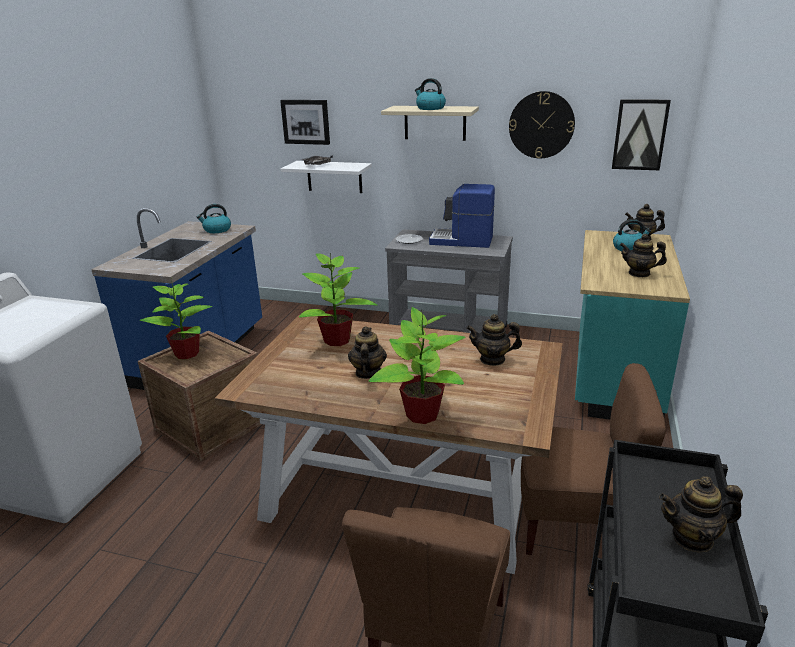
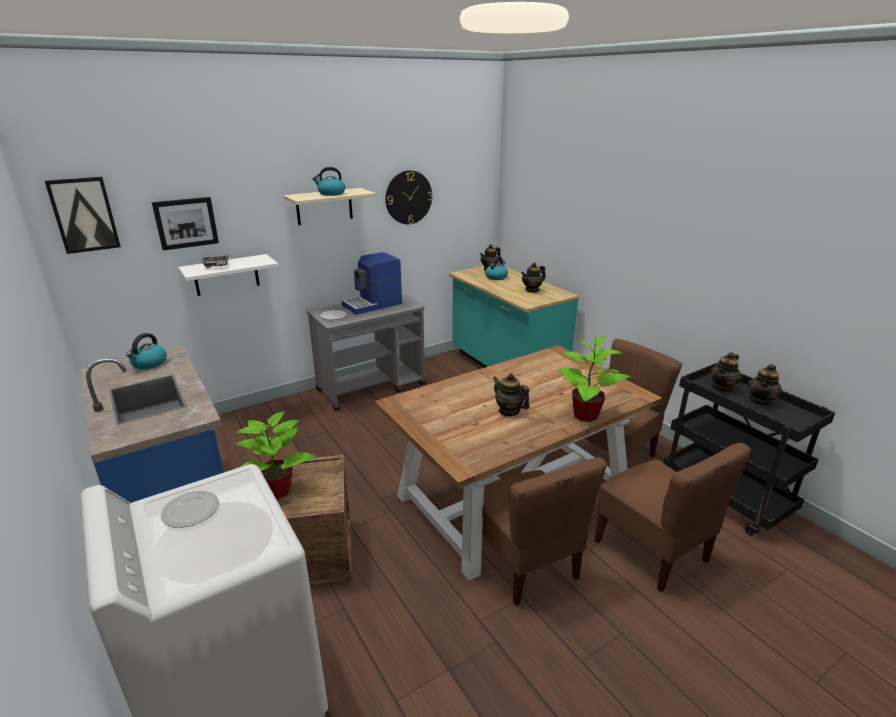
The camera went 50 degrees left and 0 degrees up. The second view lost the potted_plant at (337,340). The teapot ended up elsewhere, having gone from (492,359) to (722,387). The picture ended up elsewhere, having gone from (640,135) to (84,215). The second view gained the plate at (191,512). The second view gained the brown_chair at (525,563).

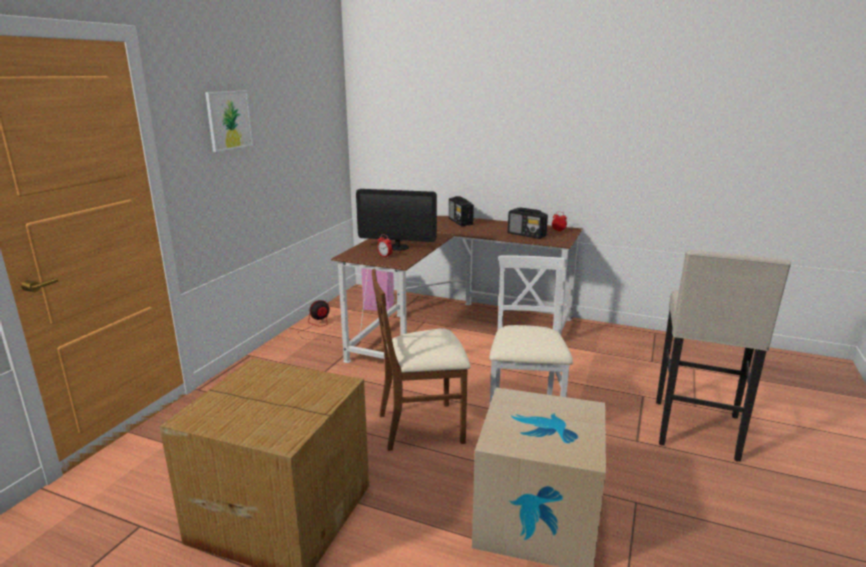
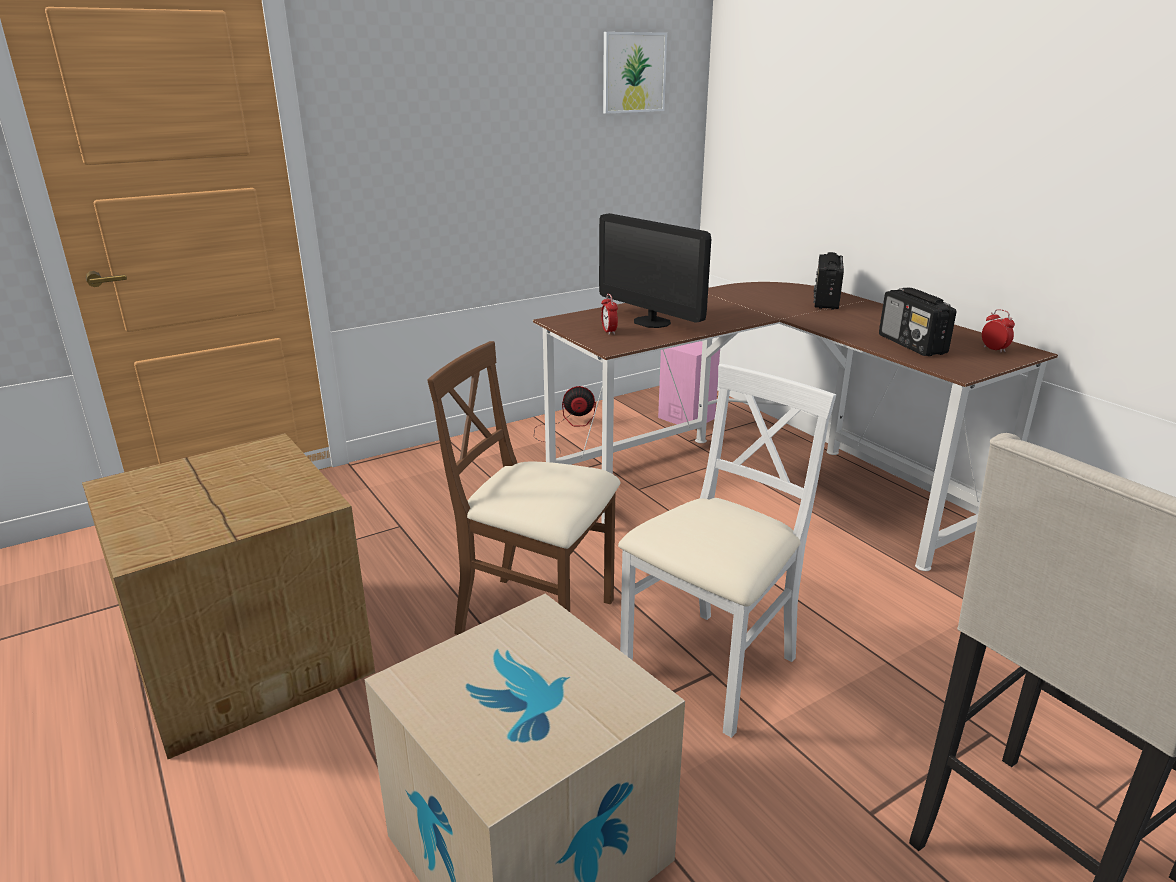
The camera went 35 degrees right and 5 degrees up. The picture ended up elsewhere, having gone from (229,120) to (633,72).

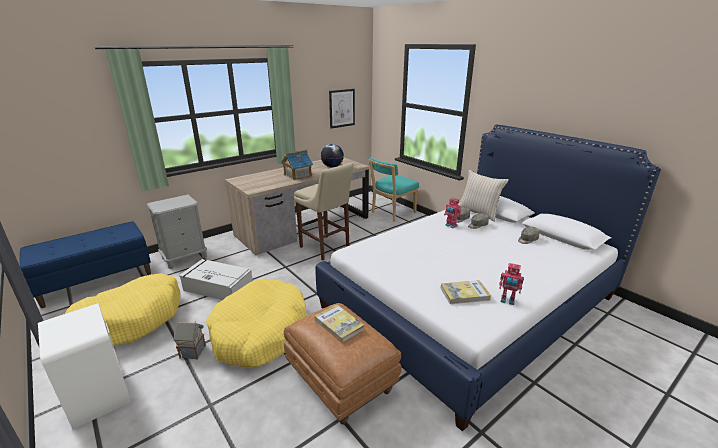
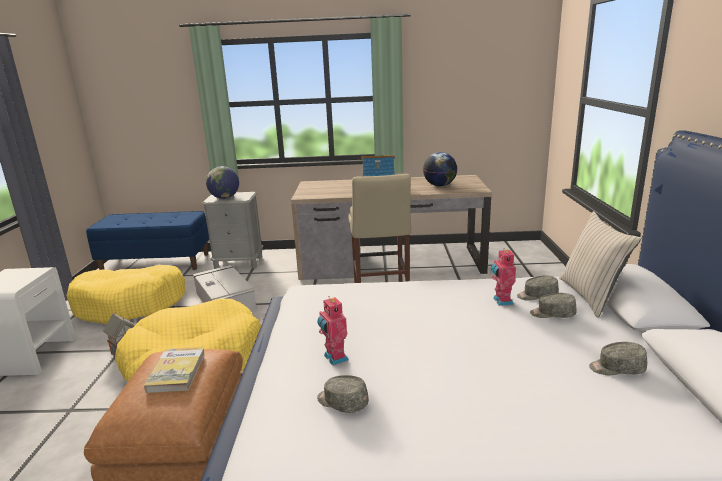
The camera went 40 degrees right and 5 degrees down. The second view lost the picture at (342,108). The second view lost the turquoise_chair at (392,213). Where the book stood at (464,294), the grey_cap came to stand at (342,402). The toy_robot ended up elsewhere, having gone from (507,301) to (334,358). The second view gained the globe at (225,198).

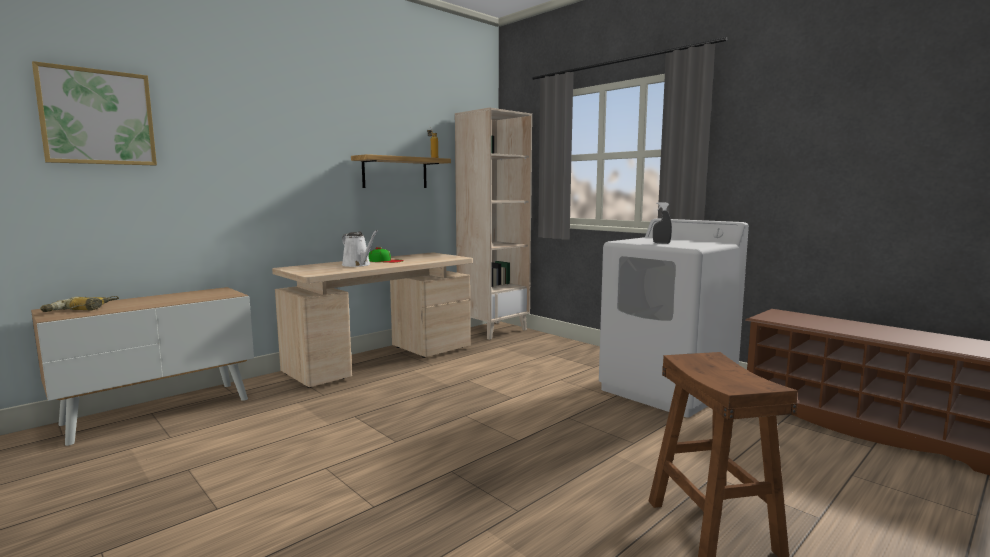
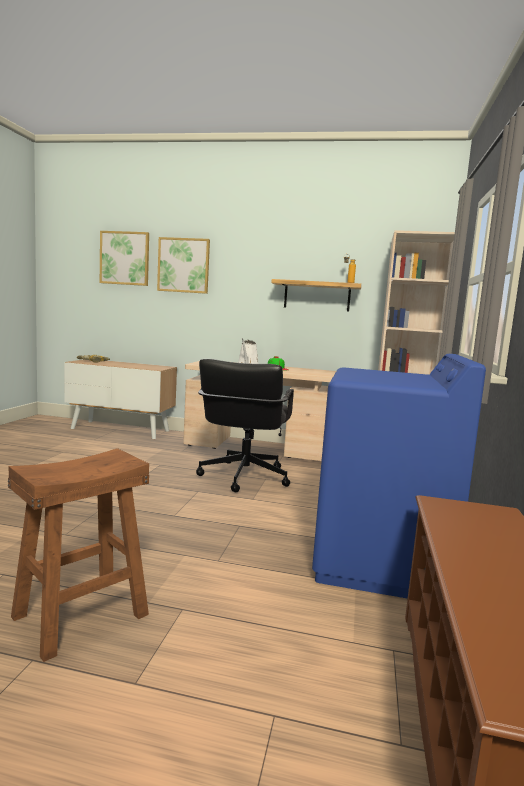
The camera went 55 degrees right and 0 degrees up. What was the white_washing_machine at (667,390) turned into the blue_washing_machine at (379,562). The second view lost the grey_spray_bottle at (661,243). The second view gained the picture at (183,265). The second view gained the black_office_chair at (243,477).

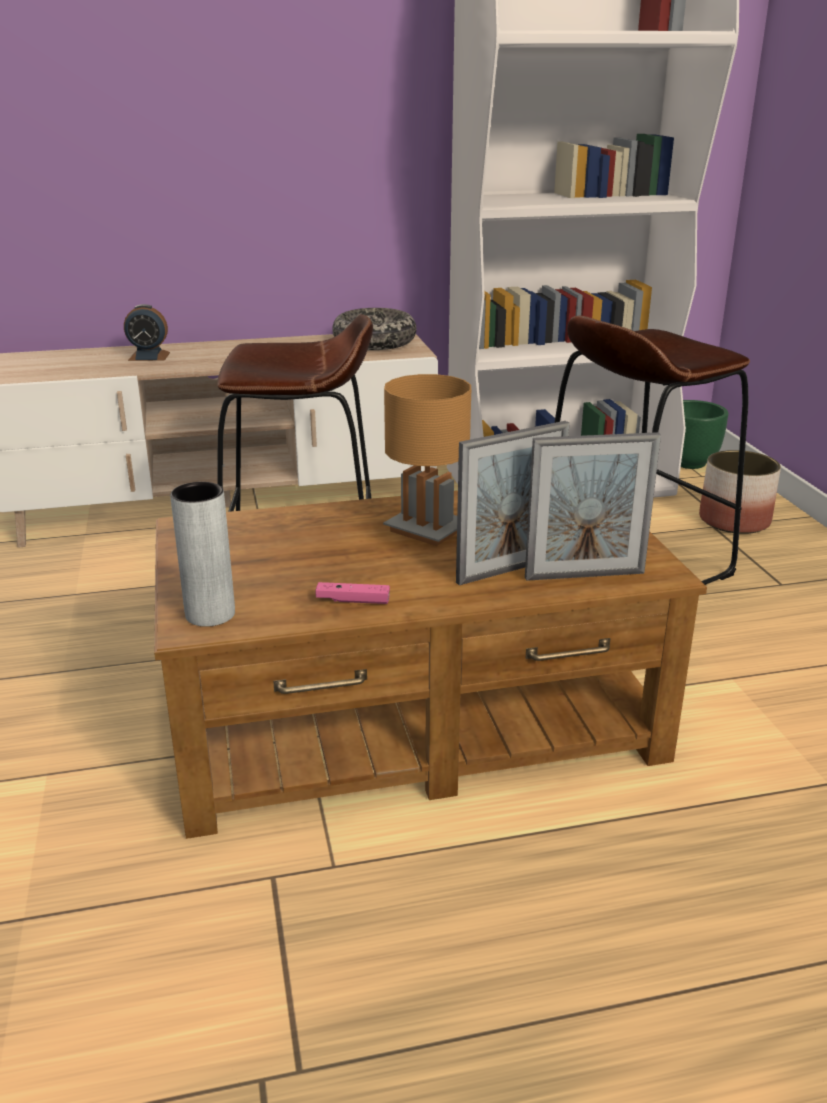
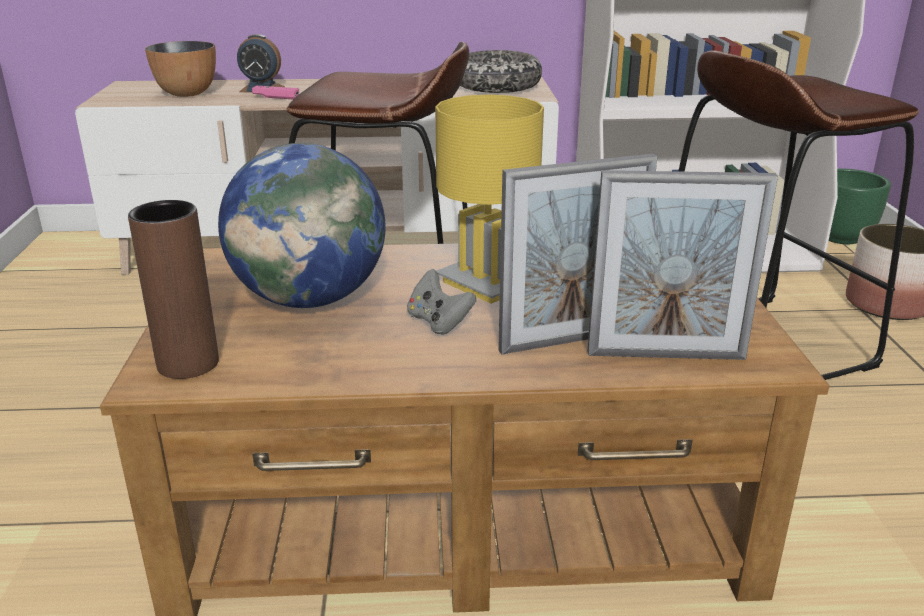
The camera went 10 degrees right and 0 degrees up. What was the grey_vase at (210,614) turned into the brown_vase at (188,364). The pink_game_controller ended up elsewhere, having gone from (353,600) to (276,97). What was the brown_table_lamp at (426,530) turned into the yellow_table_lamp at (486,284). The second view gained the bowl at (187,93). The second view gained the globe at (310,299). The second view gained the grey_game_controller at (438,322).

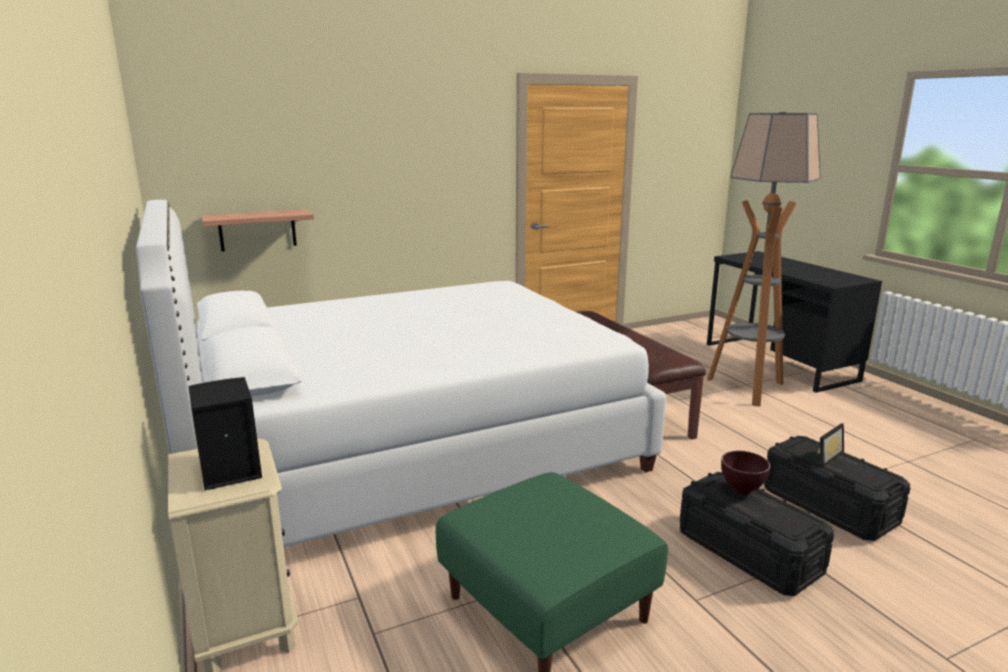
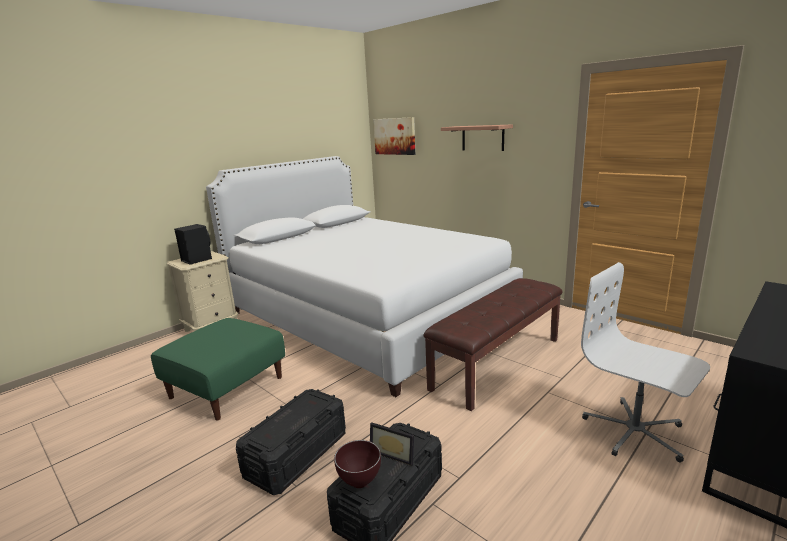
The camera went 70 degrees right and 0 degrees up. The shelf ended up elsewhere, having gone from (257,230) to (482,138). Where the floor_lamp stood at (748,389), the white_office_chair came to stand at (634,432). The brown_bowl ended up elsewhere, having gone from (740,491) to (359,481). The second view gained the picture at (395,136).

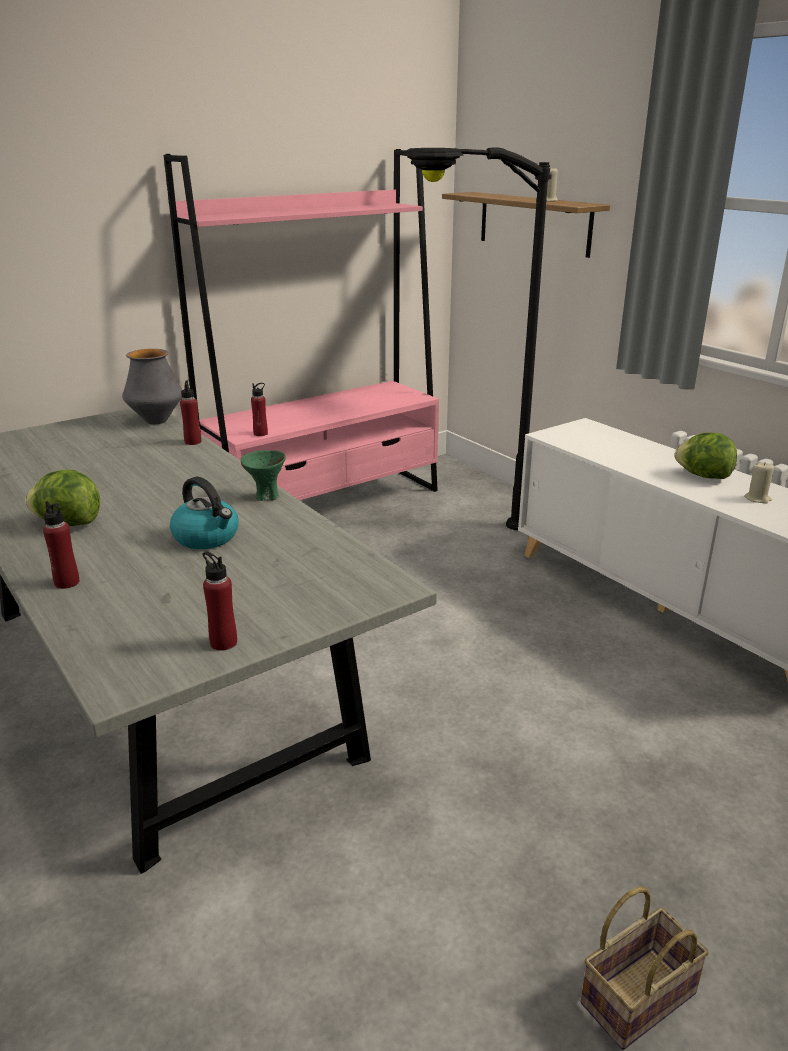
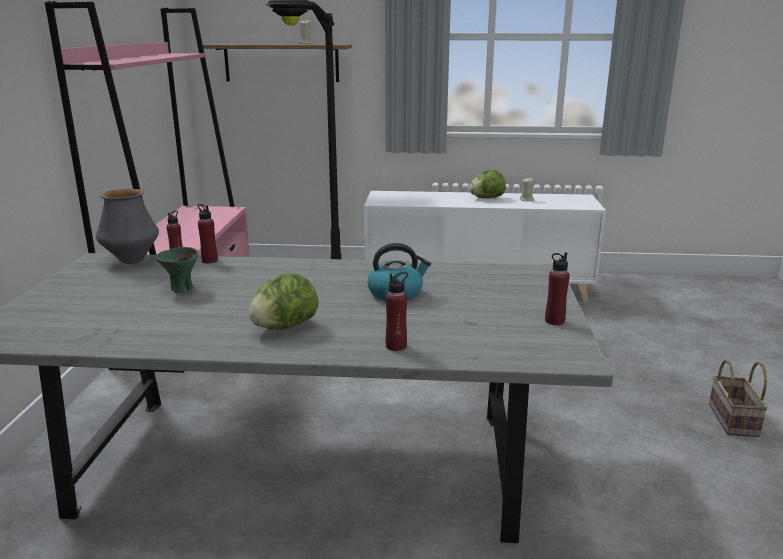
The camera went 50 degrees left and 5 degrees down. The green_bowl ended up elsewhere, having gone from (266,497) to (182,289).

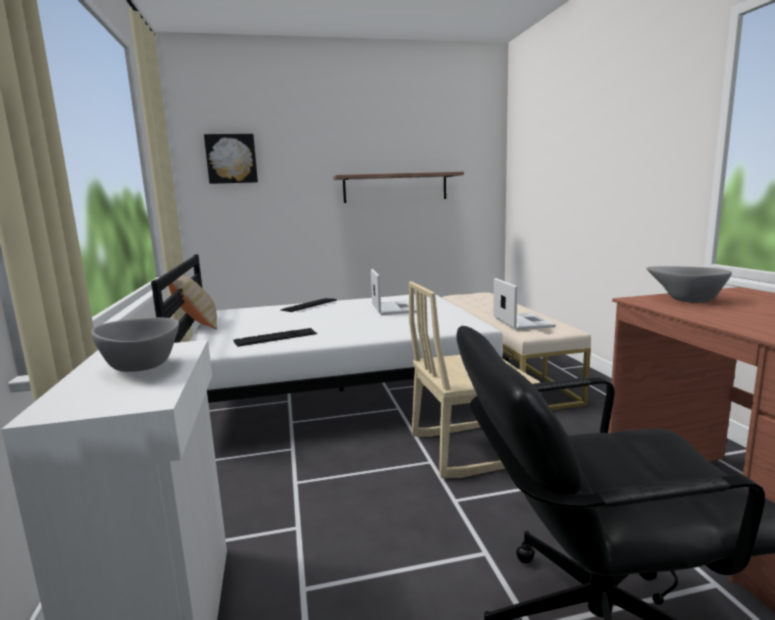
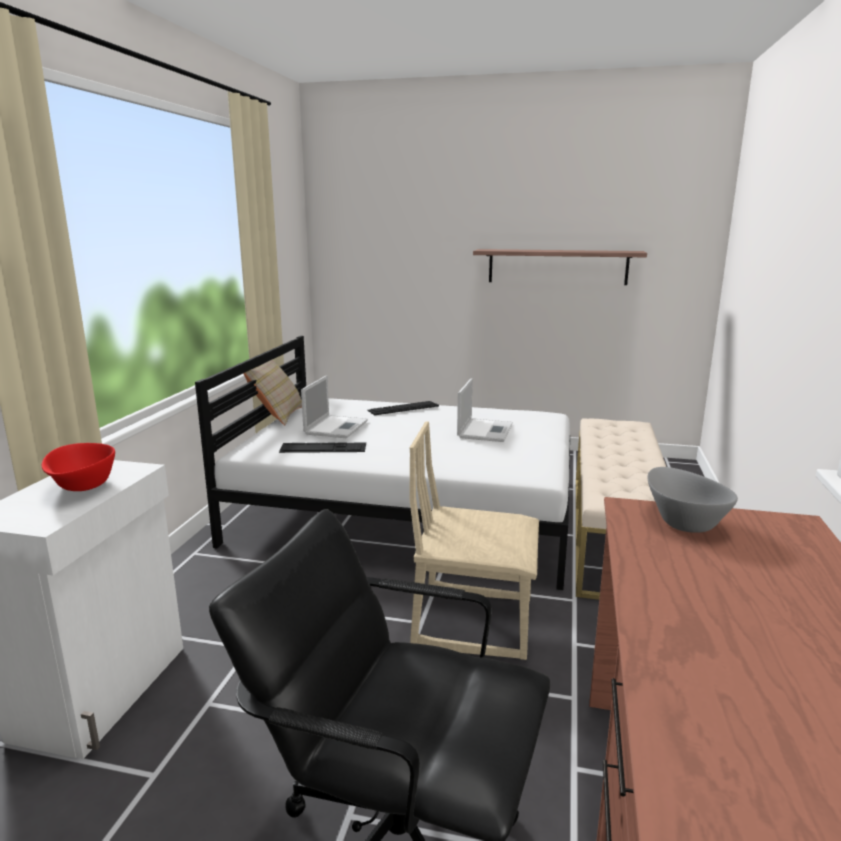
The camera went 25 degrees right and 5 degrees up. What was the grey_bowl at (141,368) turned into the red_bowl at (81,488). The second view lost the picture at (231,159). The laptop ended up elsewhere, having gone from (522,322) to (336,427).

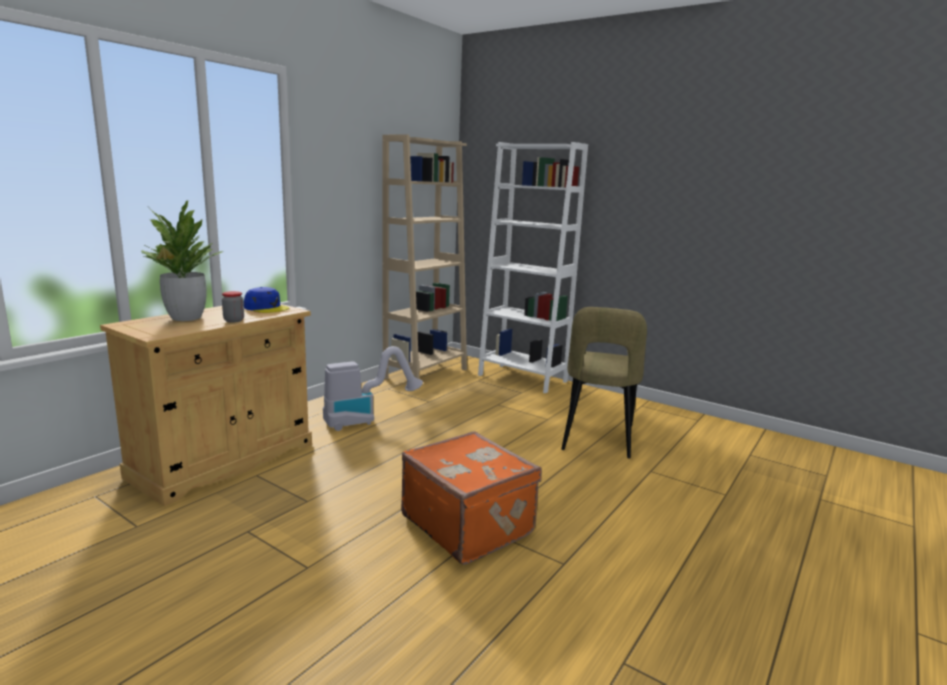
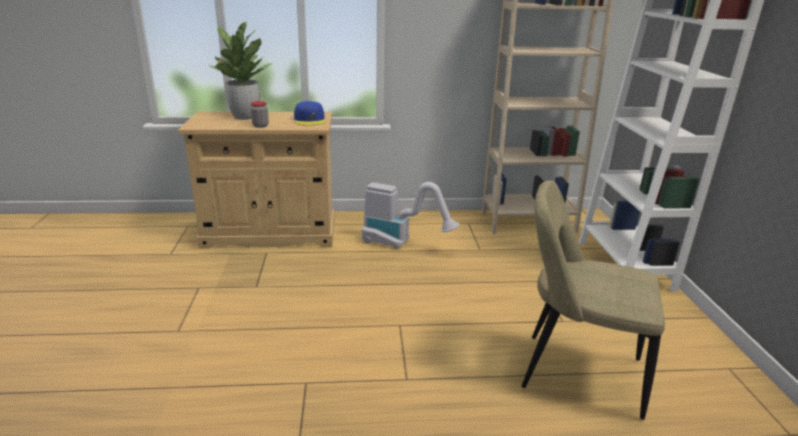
The camera went 50 degrees right and 10 degrees up. The second view lost the orange_suitcase at (468,524). The beige_chair at (597,439) ended up facing another way, 45 degrees clockwise from before.

